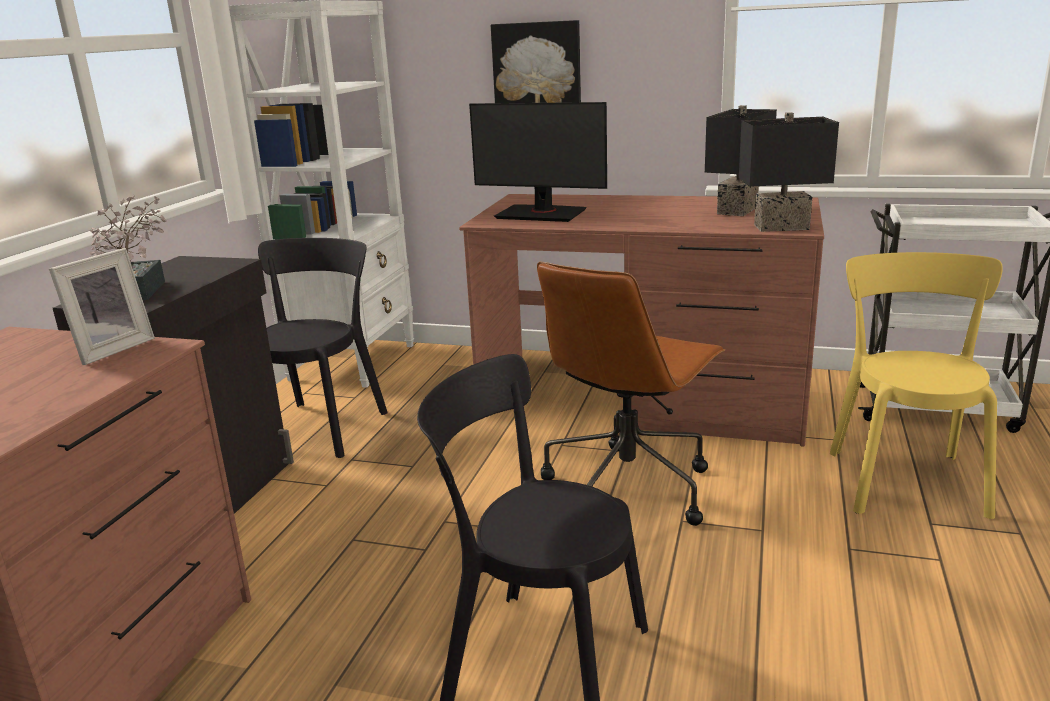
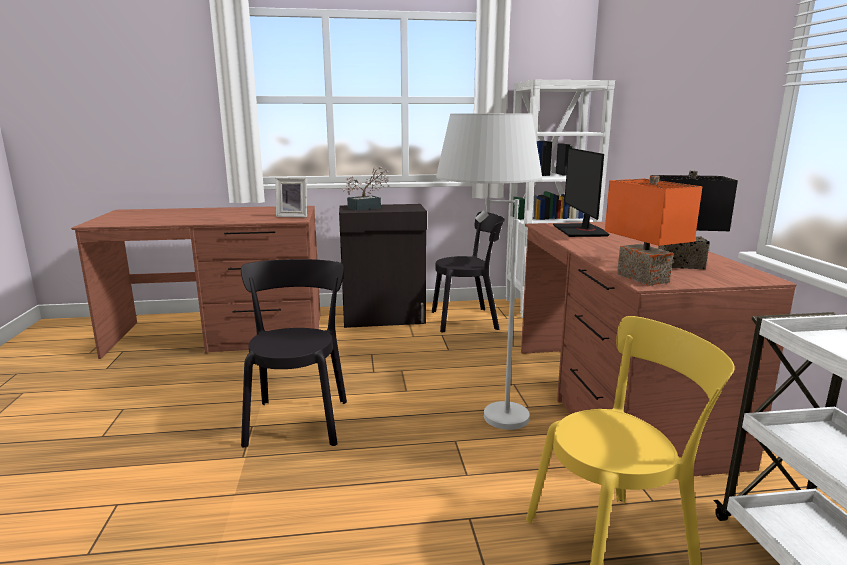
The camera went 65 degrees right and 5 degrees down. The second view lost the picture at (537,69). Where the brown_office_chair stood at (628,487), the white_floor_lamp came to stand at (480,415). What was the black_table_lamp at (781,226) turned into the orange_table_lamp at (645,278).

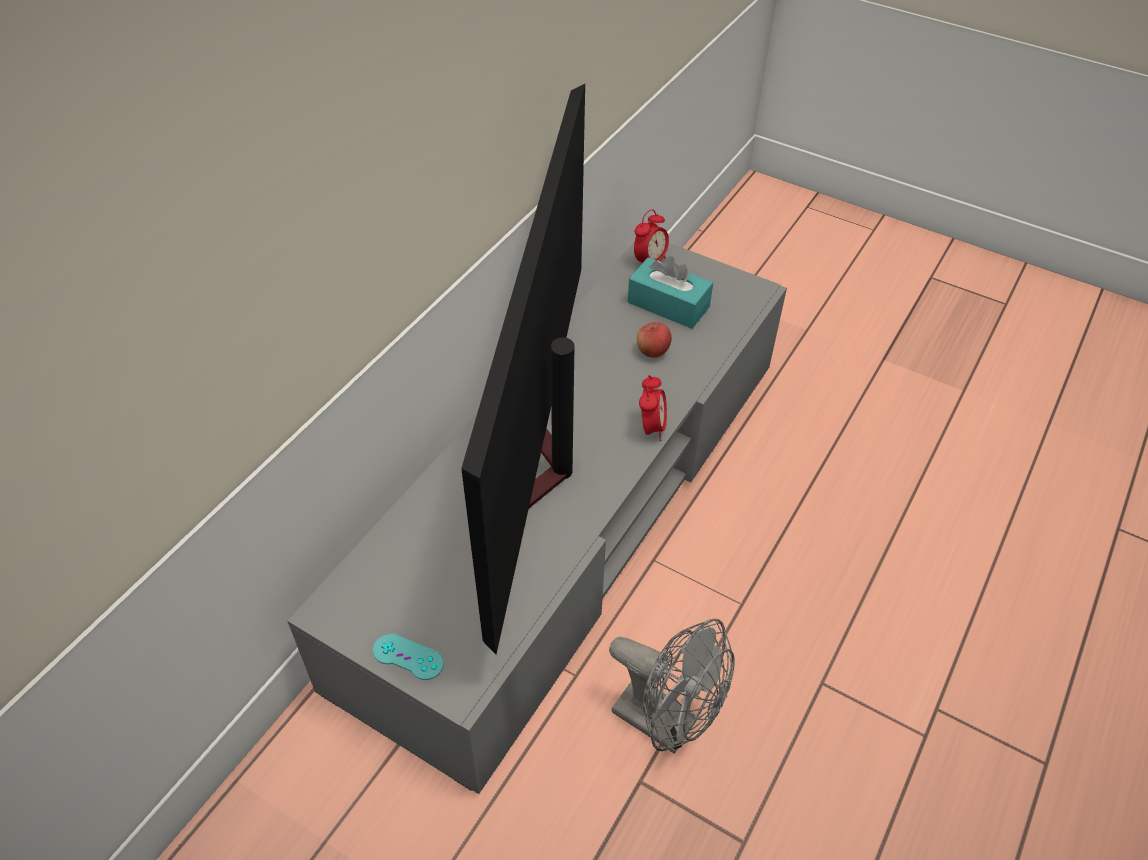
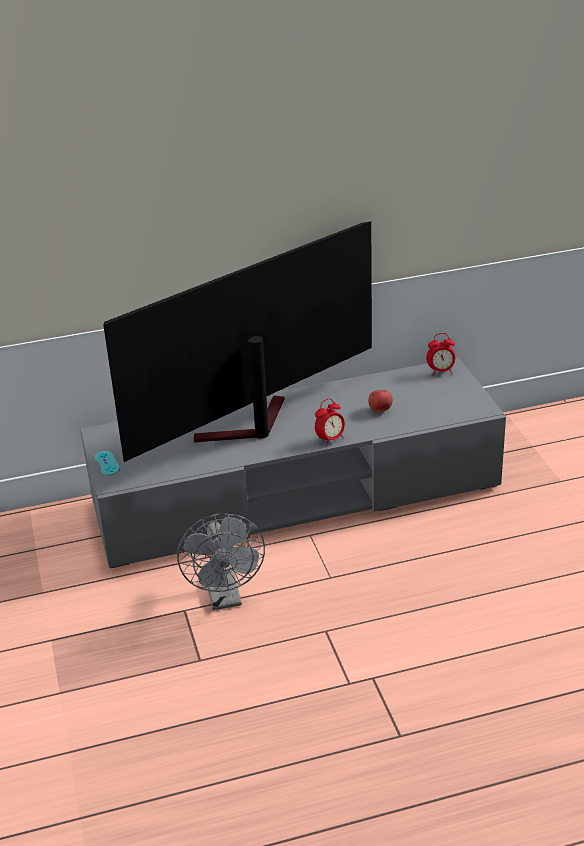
The camera went 45 degrees right and 15 degrees down. The second view lost the turquoise_tissue_box at (668,305).

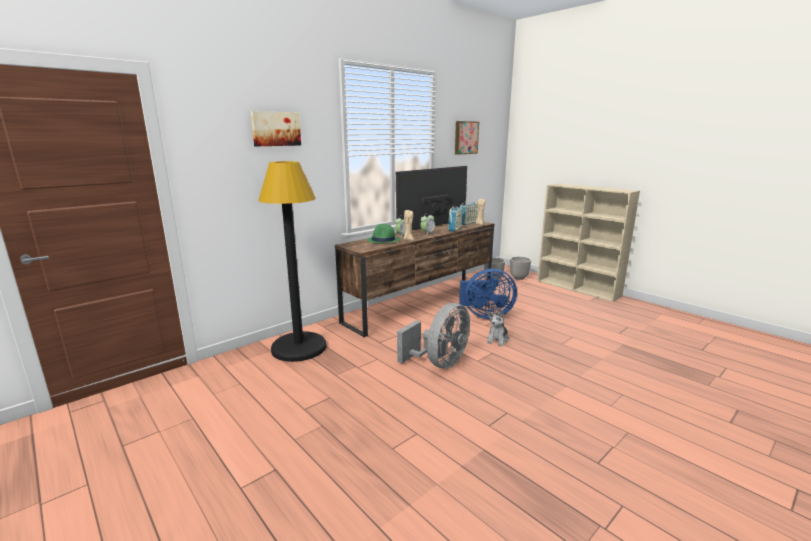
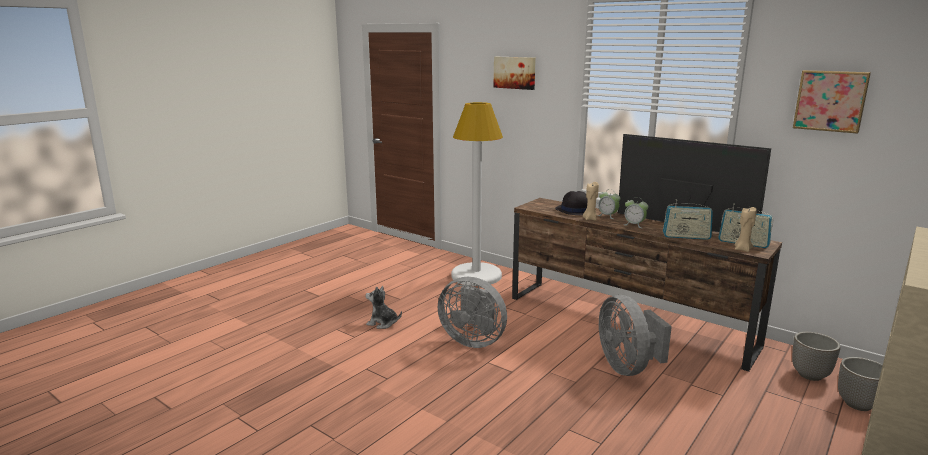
The camera went 80 degrees right and 0 degrees up. What was the black_floor_lamp at (299,348) turned into the white_floor_lamp at (476,275). What was the green_hat at (383,240) turned into the black_hat at (575,210). What was the blue_fan at (485,315) turned into the grey_fan at (627,367). The plush_toy ended up elsewhere, having gone from (497,339) to (382,323).

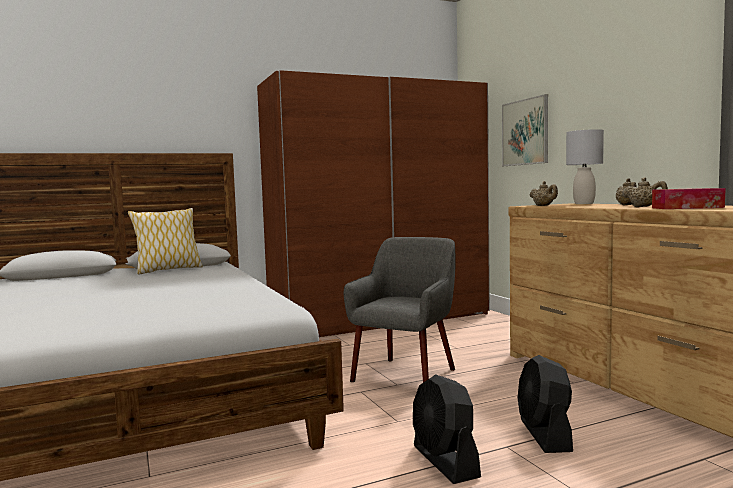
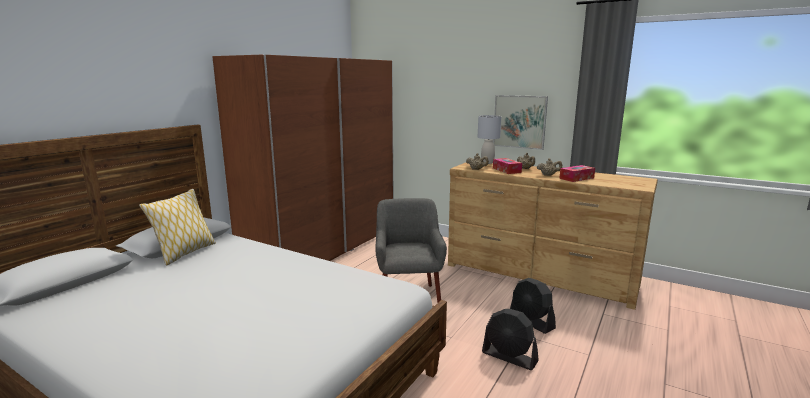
The camera went 35 degrees left and 10 degrees up. The picture ended up elsewhere, having gone from (525,132) to (519,121). The second view gained the tissue_box at (506,170).

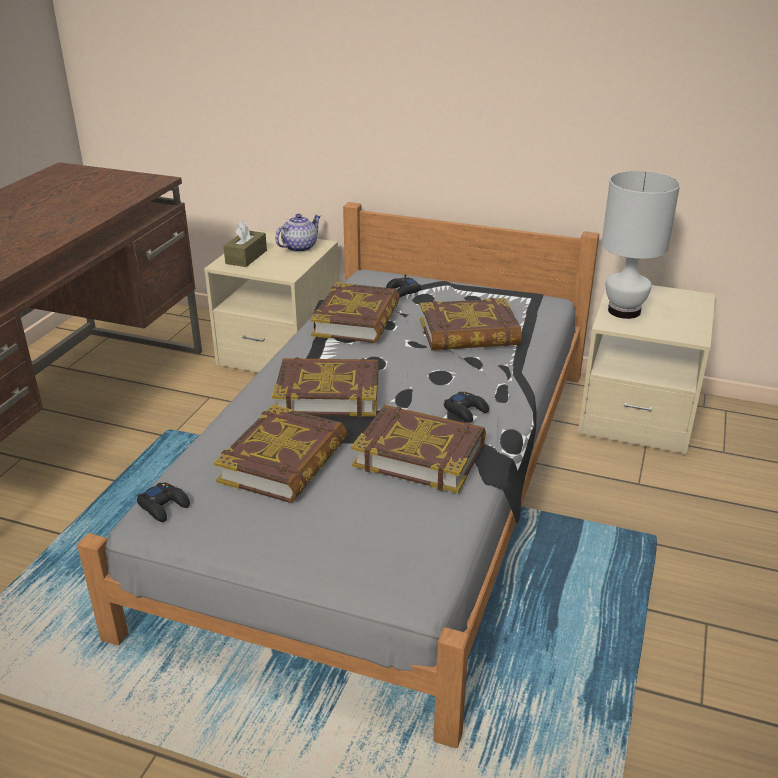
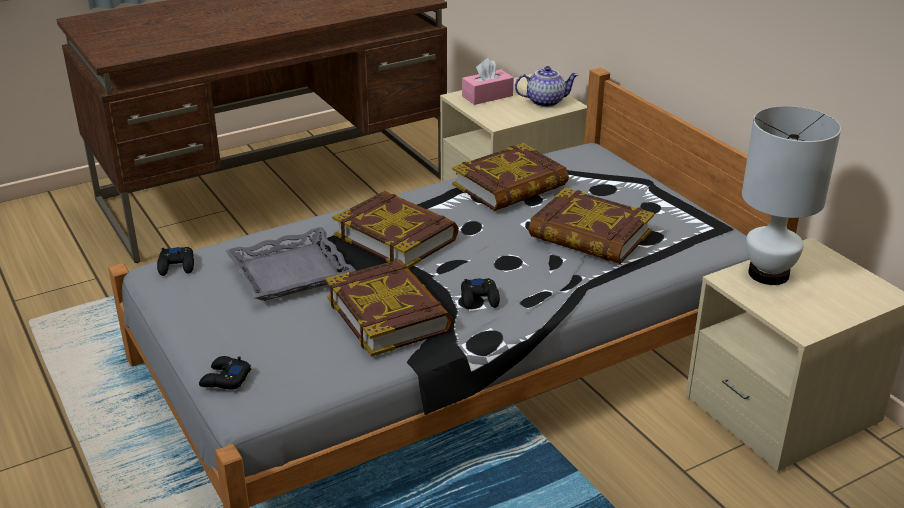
The camera went 40 degrees right and 0 degrees up. Where the book stood at (284,462), the grey_tray came to stand at (291,273). What was the brown_tissue_box at (246,257) turned into the pink_tissue_box at (487,96). The black_game_controller ended up elsewhere, having gone from (403,291) to (225,379).

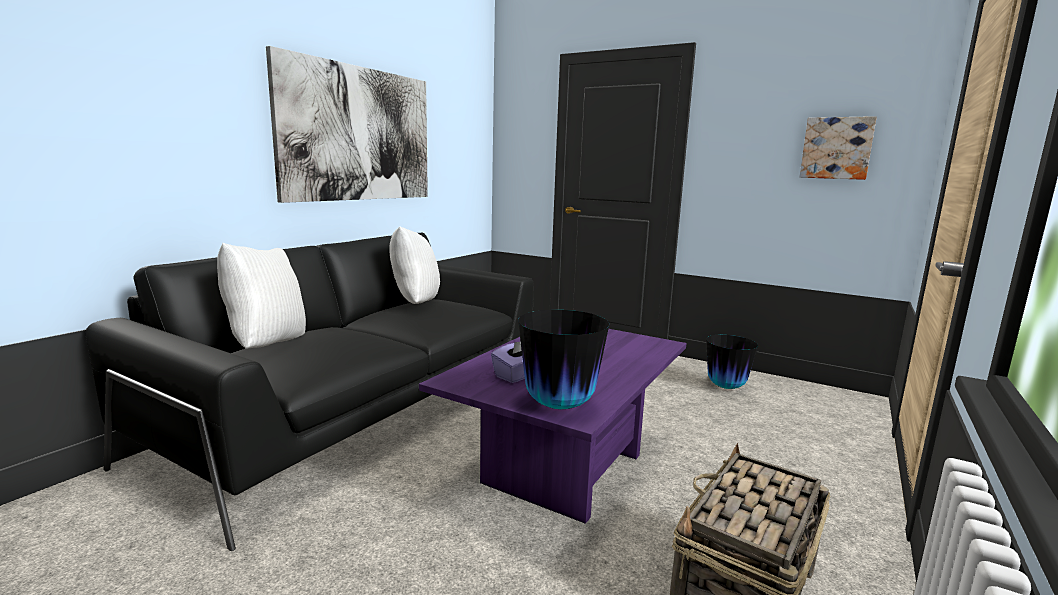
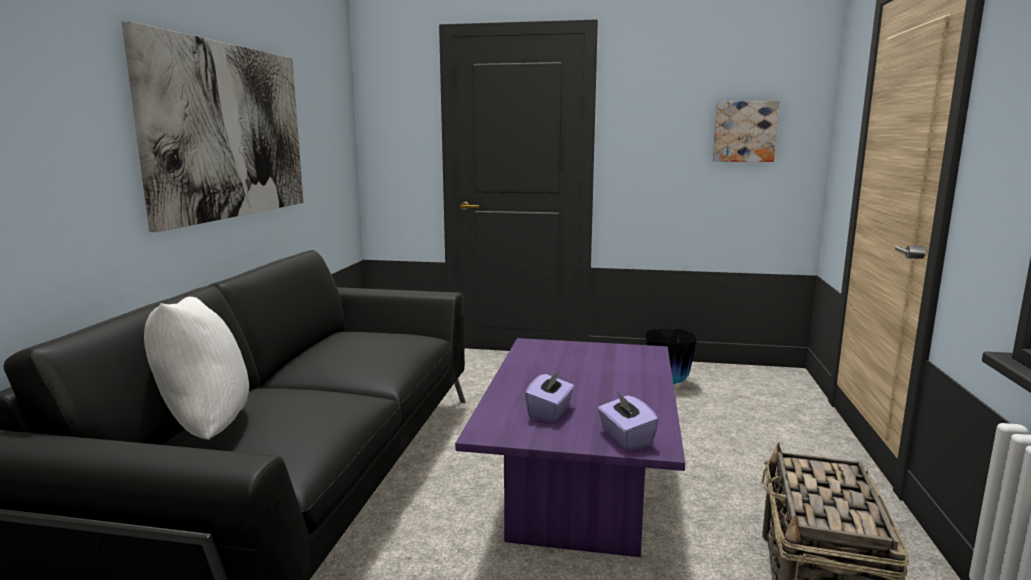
The camera went 20 degrees left and 0 degrees up. The second view lost the white_pillow at (414,303). Where the vase stood at (559,405), the purple_tissue_box came to stand at (625,438).

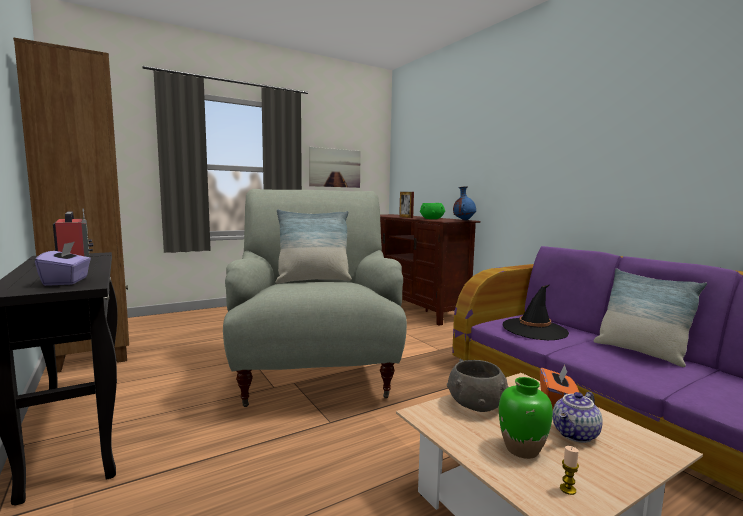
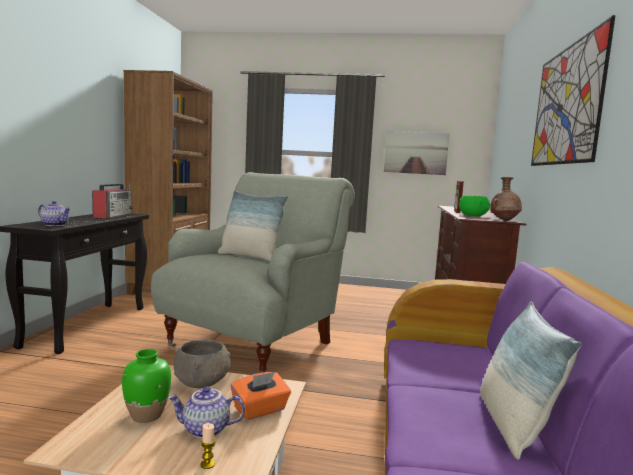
The camera went 40 degrees right and 0 degrees up. Where the purple_tissue_box stood at (67,281), the teapot came to stand at (55,225). What was the blue_vase at (464,220) turned into the brown_vase at (504,220). The second view lost the black_hat at (534,329). The candle ended up elsewhere, having gone from (567,489) to (207,464). The second view gained the picture at (565,105).

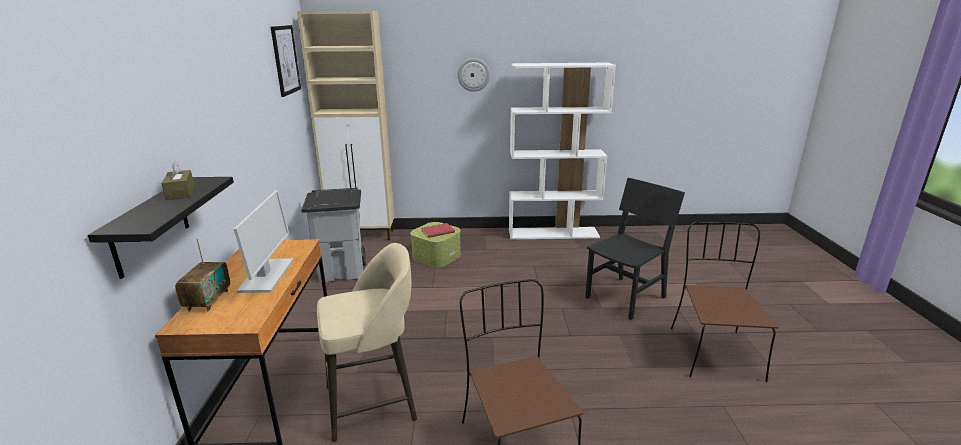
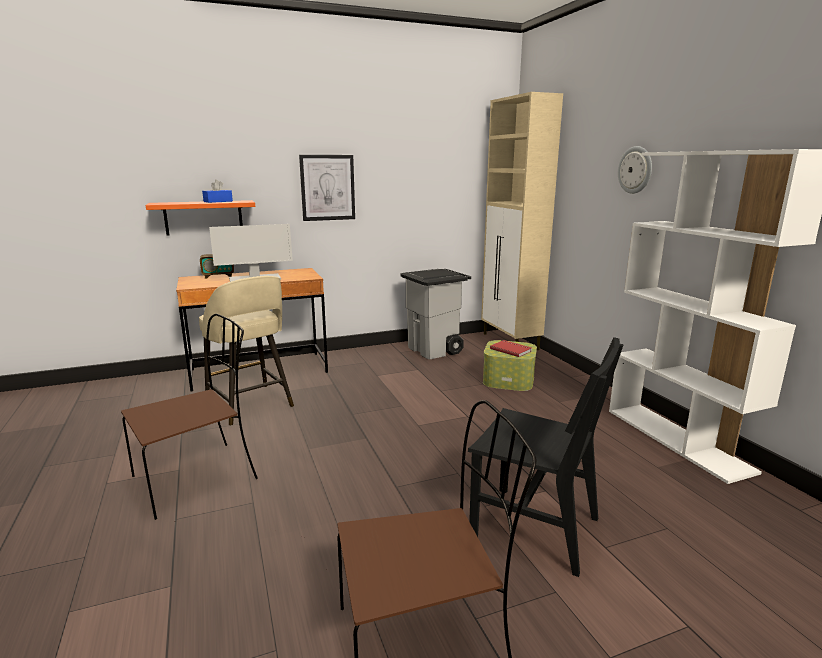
The camera went 70 degrees right and 5 degrees down. What was the black_shelf at (150,226) turned into the orange_shelf at (203,217). What was the brown_tissue_box at (180,192) turned into the blue_tissue_box at (218,201). The picture ended up elsewhere, having gone from (285,60) to (327,187).

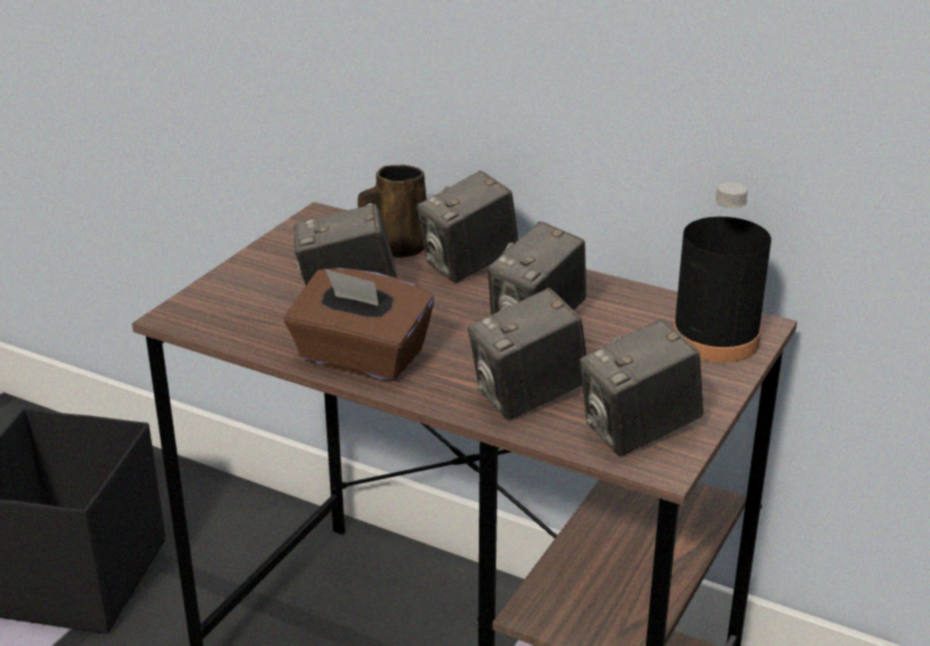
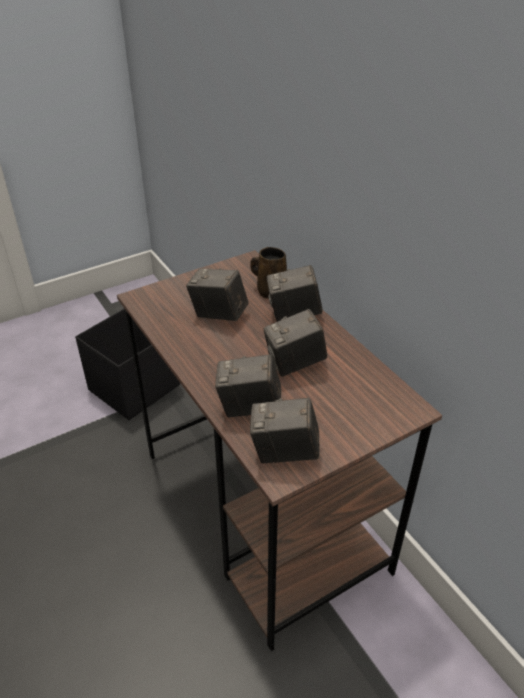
The camera went 30 degrees right and 10 degrees up. The second view lost the brown_tissue_box at (360,358). The second view lost the black_bottle at (715,339).

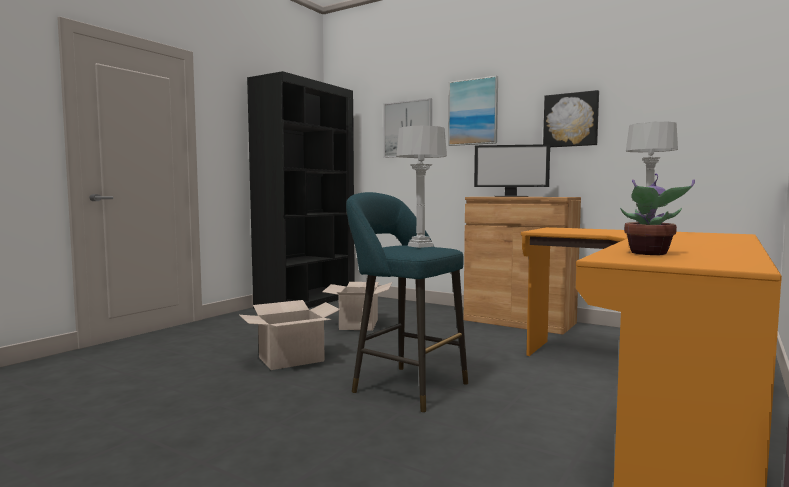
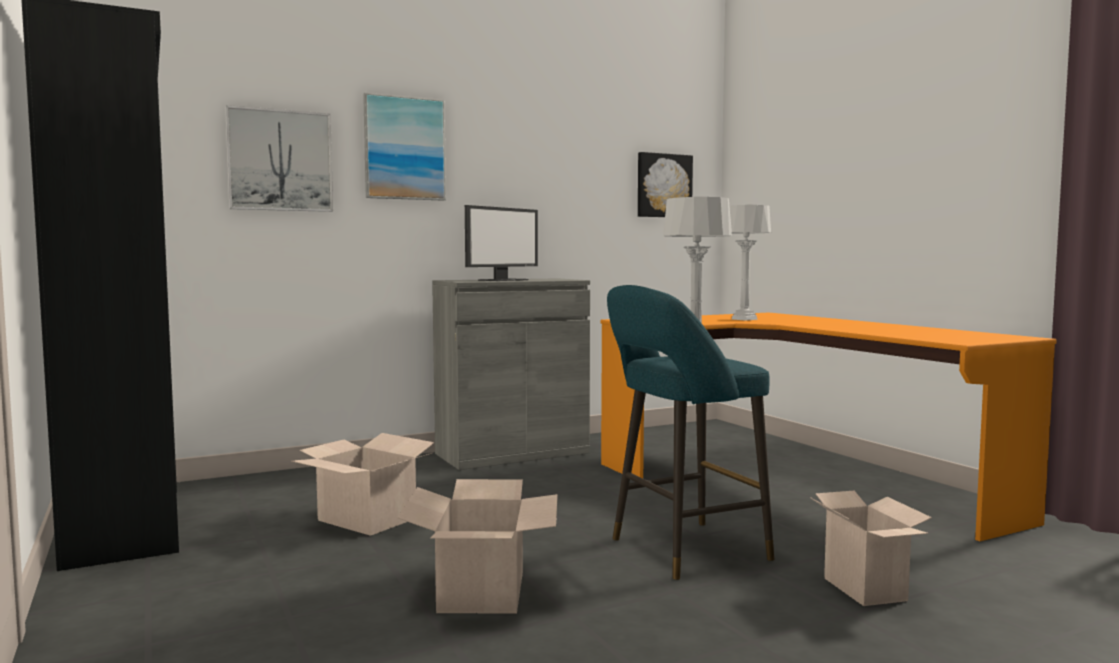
The camera went 60 degrees left and 0 degrees up. What was the brown_cabinet at (519,321) turned into the grey_cabinet at (512,453). The picture ended up elsewhere, having gone from (571,120) to (663,186). The second view lost the potted_plant at (649,253). The second view gained the cardboard_box at (868,590).

